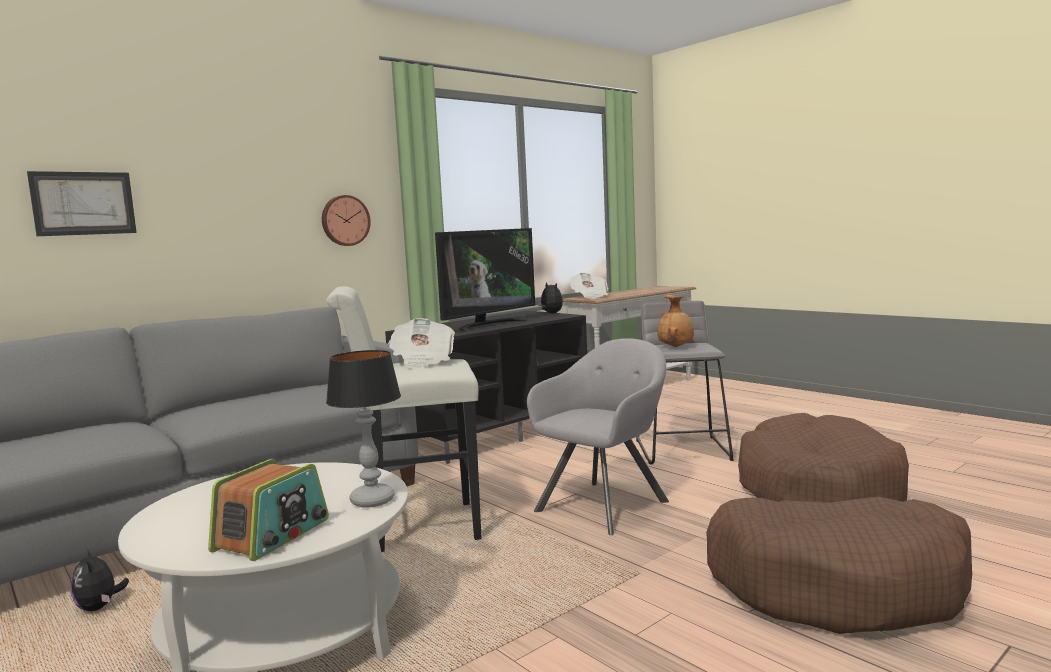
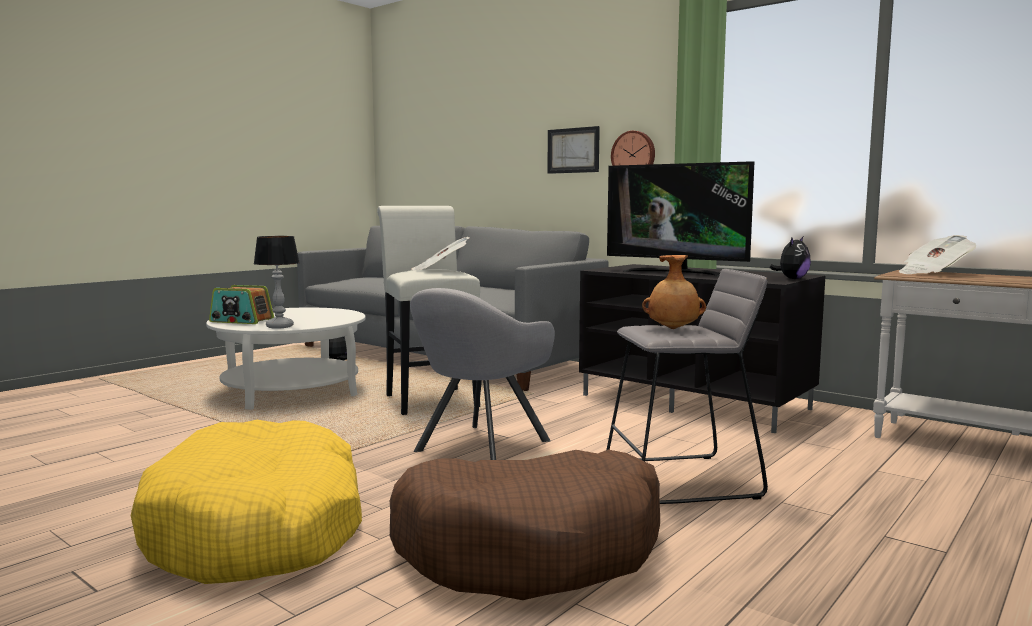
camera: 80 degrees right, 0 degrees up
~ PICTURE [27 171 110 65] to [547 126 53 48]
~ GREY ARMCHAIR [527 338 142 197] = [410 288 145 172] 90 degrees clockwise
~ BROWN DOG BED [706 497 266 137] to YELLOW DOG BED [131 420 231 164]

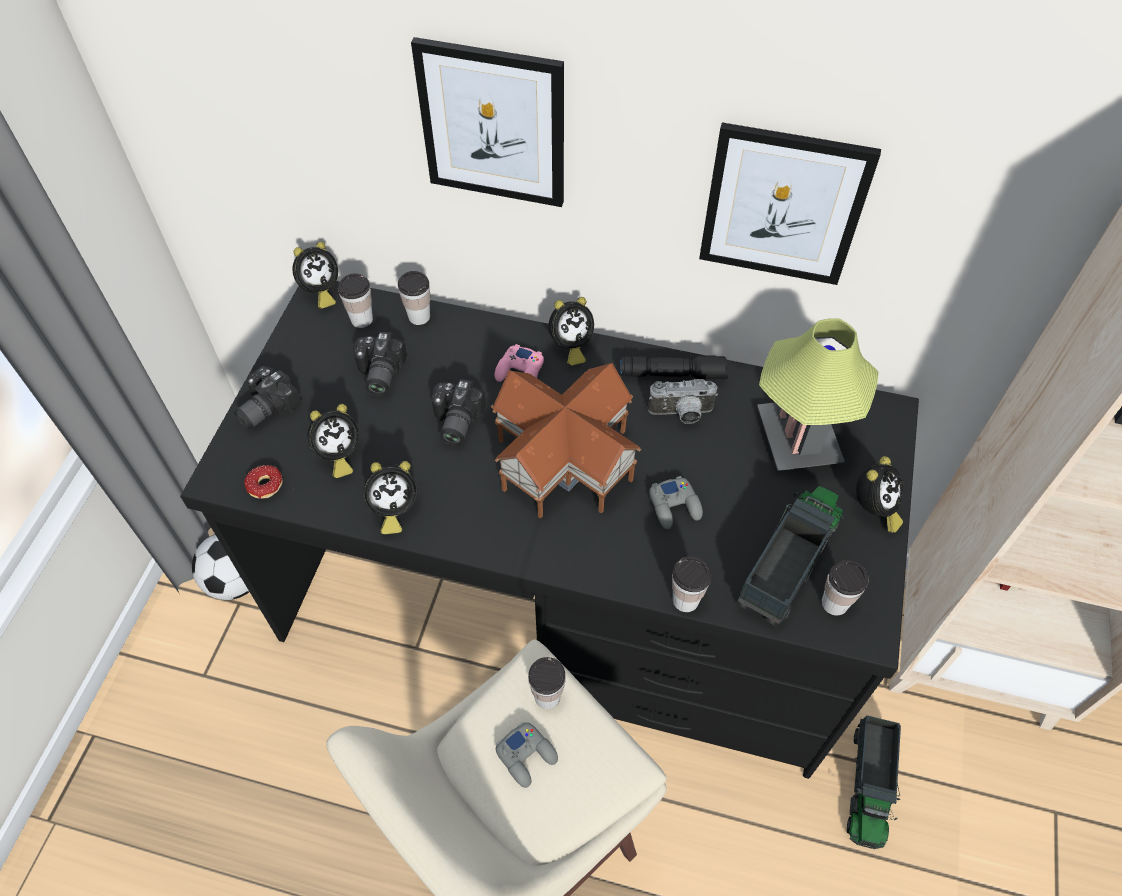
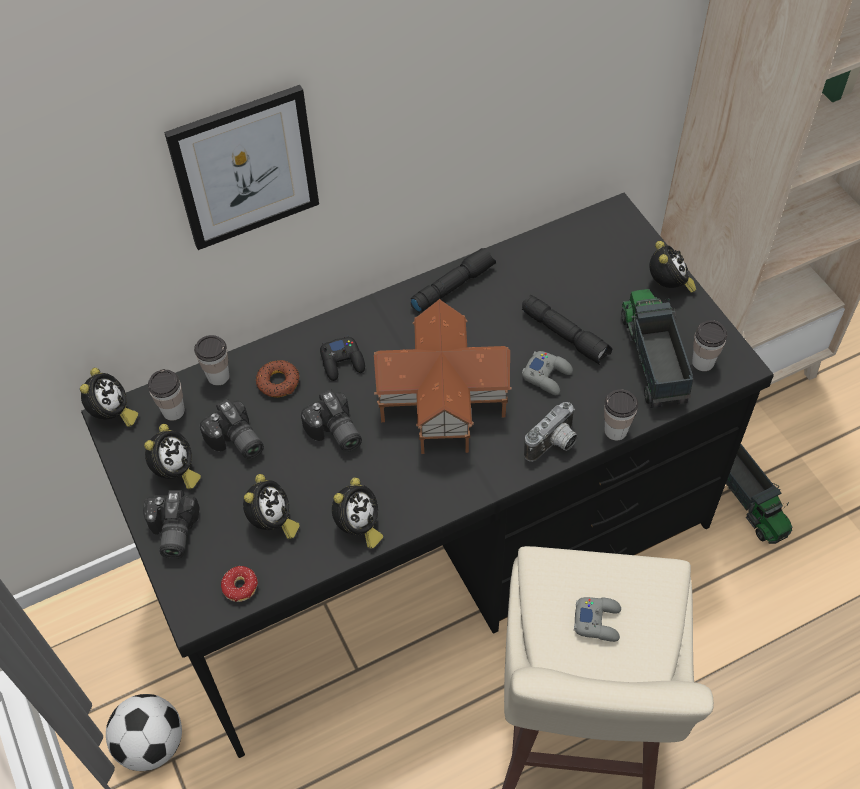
camera: 40 degrees left, 0 degrees up
~ PINK GAME CONTROLLER [495 344 49 38] to BLACK GAME CONTROLLER [320 336 45 45]
- CUP [528 657 38 52]
~ ALARM CLOCK [549 297 45 69] to [144 424 57 65]
~ PHOTO CAMERA [648 379 70 45] to [524 402 54 60]
- PICTURE [699 122 182 163]
- TABLE LAMP [757 318 121 153]
+ DONUT [256 360 43 37]
+ BLACK FLASHLIGHT [522 295 90 70]

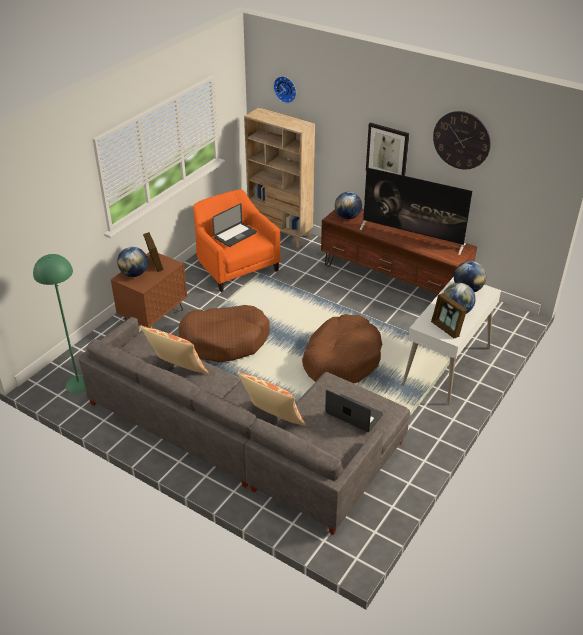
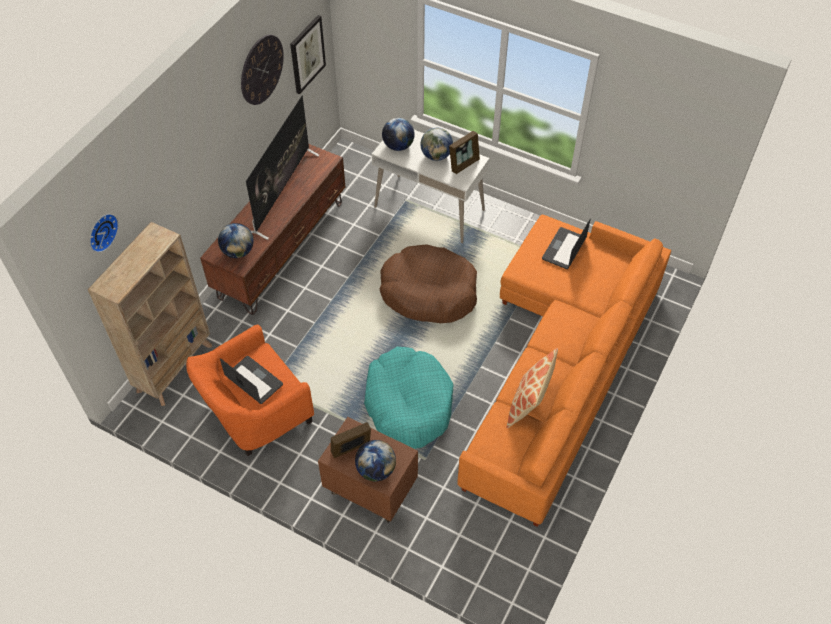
camera: 95 degrees left, 15 degrees up
- GREEN FLOOR LAMP [33 254 53 140]
~ GREY SOFA [78 317 332 218] to ORANGE SOFA [457 214 214 313]
~ BROWN DOG BED [178 305 92 57] to TURQUOISE DOG BED [364 347 89 102]
- PILLOW [236 372 70 54]
~ PICTURE [366 122 44 54] to [290 15 36 79]

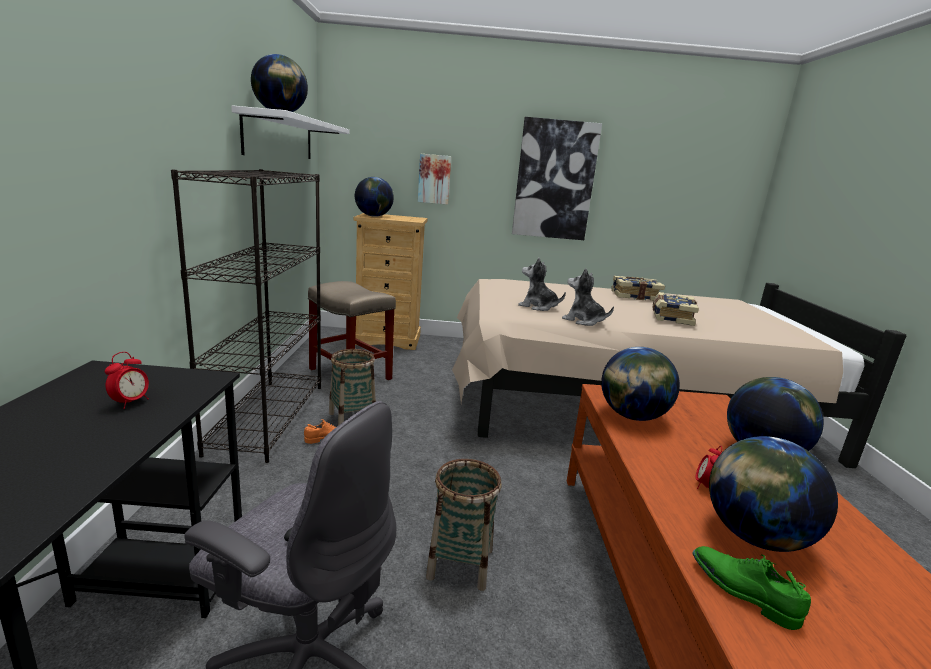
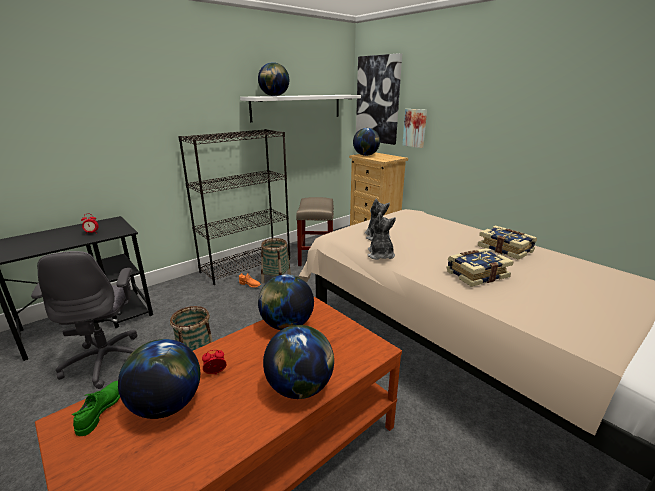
camera: 50 degrees right, 5 degrees up
~ PICTURE [512 117 90 123] to [356 53 46 92]

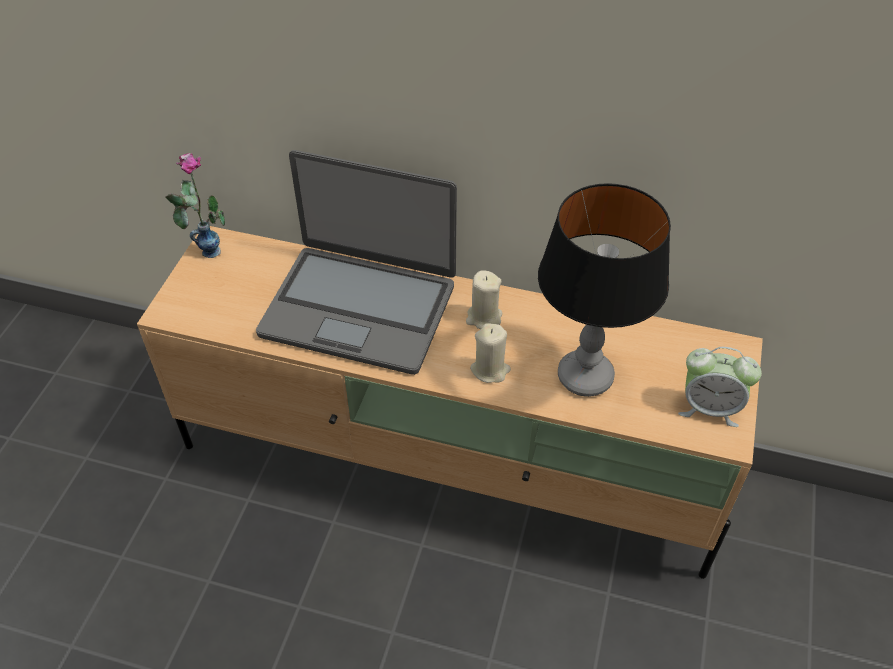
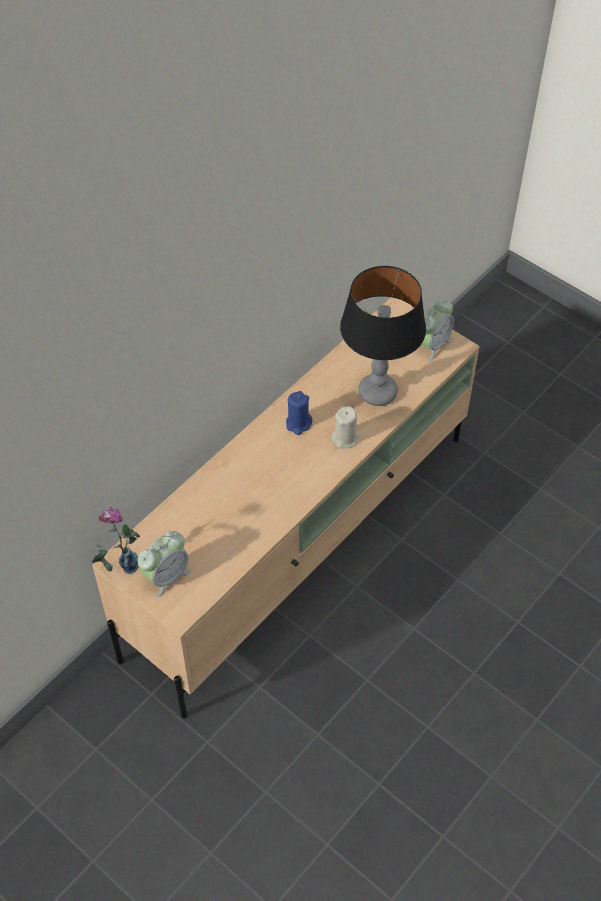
camera: 65 degrees left, 5 degrees up
- LAPTOP [256 150 201 225]
~ BEIGE CANDLE [466 270 36 60] to BLUE CANDLE [286 391 26 44]
+ ALARM CLOCK [137 531 54 66]

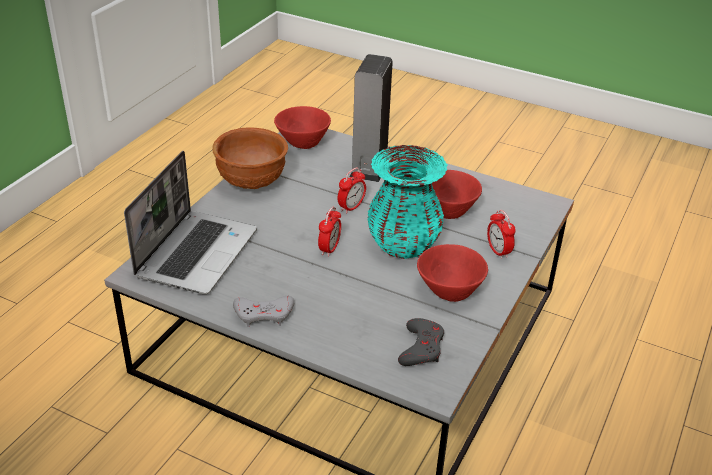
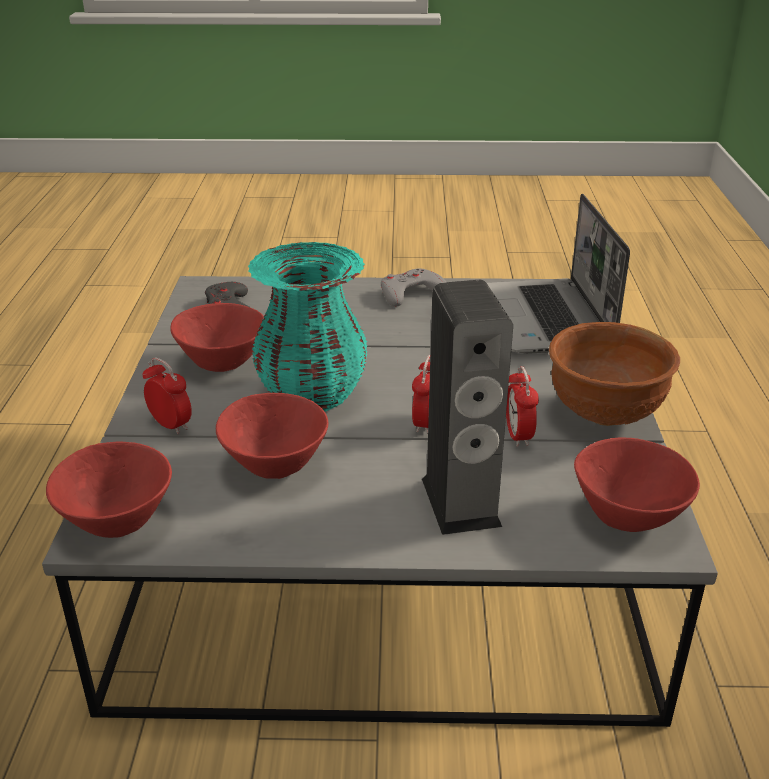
camera: 155 degrees right, 5 degrees down
~ ALARM CLOCK [318 207 23 50] to [506 366 33 81]
+ RED BOWL [46 442 126 96]

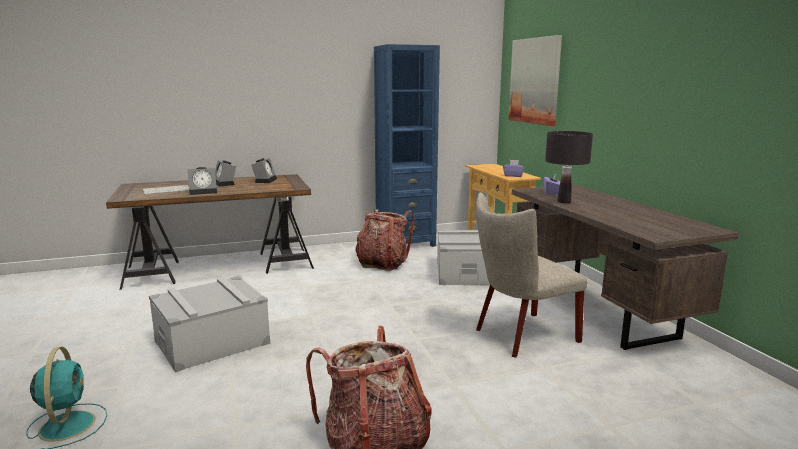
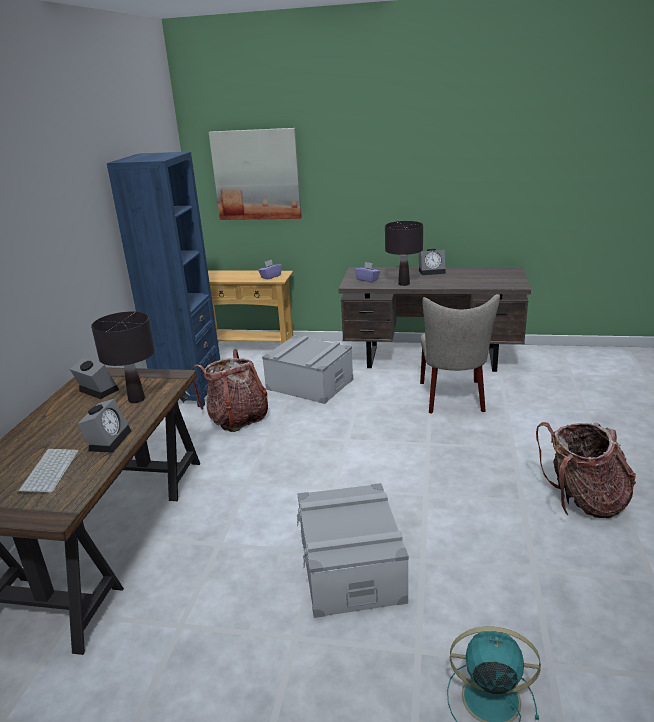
camera: 60 degrees left, 10 degrees up
~ ALARM CLOCK [215 160 21 27] to [418 249 28 26]
+ BLACK TABLE LAMP [91 312 64 91]

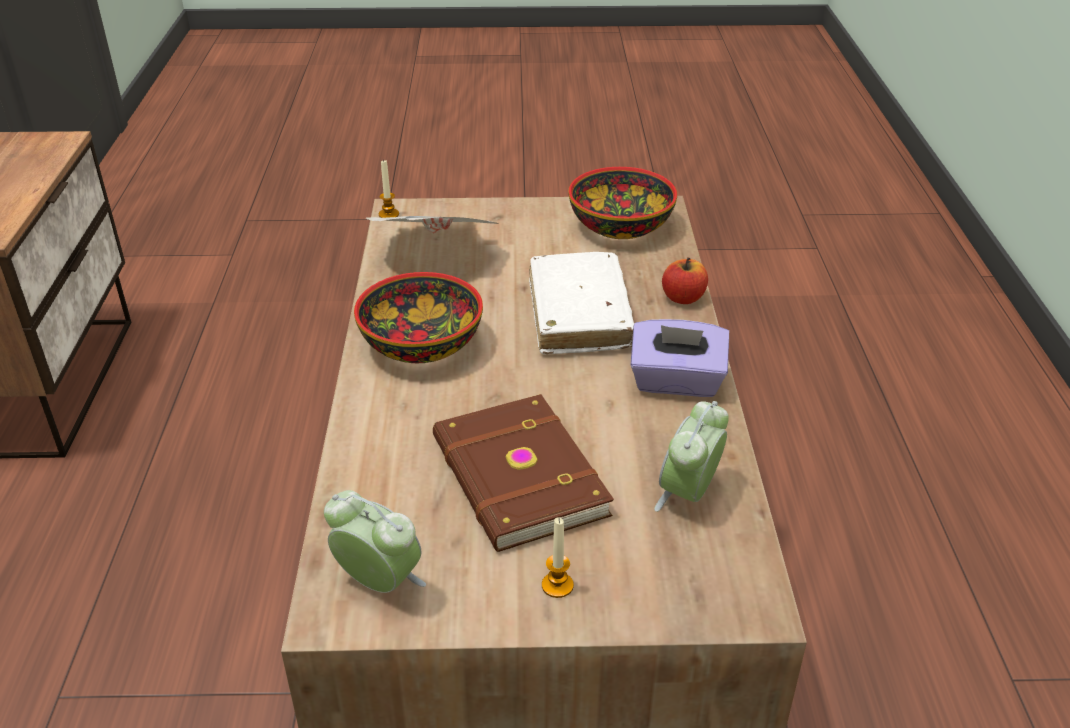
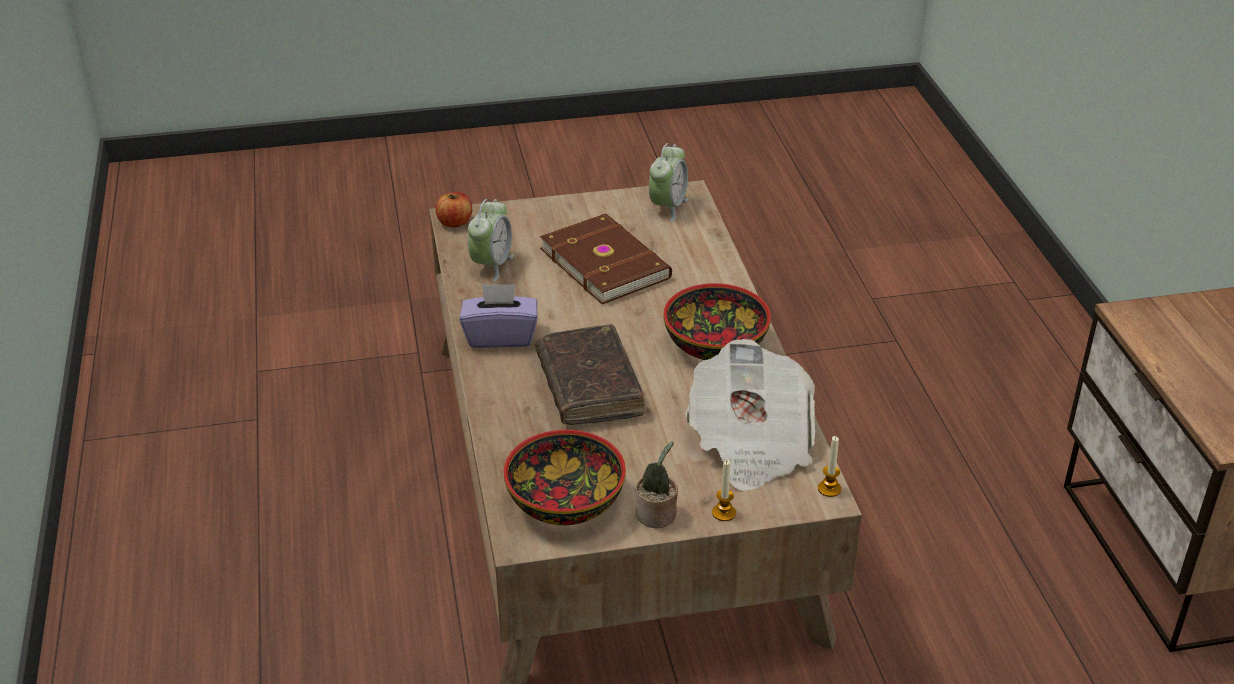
camera: 170 degrees right, 0 degrees up
~ ALARM CLOCK [324 490 102 103] = [649 143 39 79] 90 degrees counterclockwise
~ WHITE BOOK [529 252 105 103] to BROWN BOOK [535 324 110 101]
~ CANDLE [542 517 32 81] to [712 460 24 61]
~ APPLE [662 257 46 47] to [436 192 36 36]
+ POTTED PLANT [636 441 42 87]

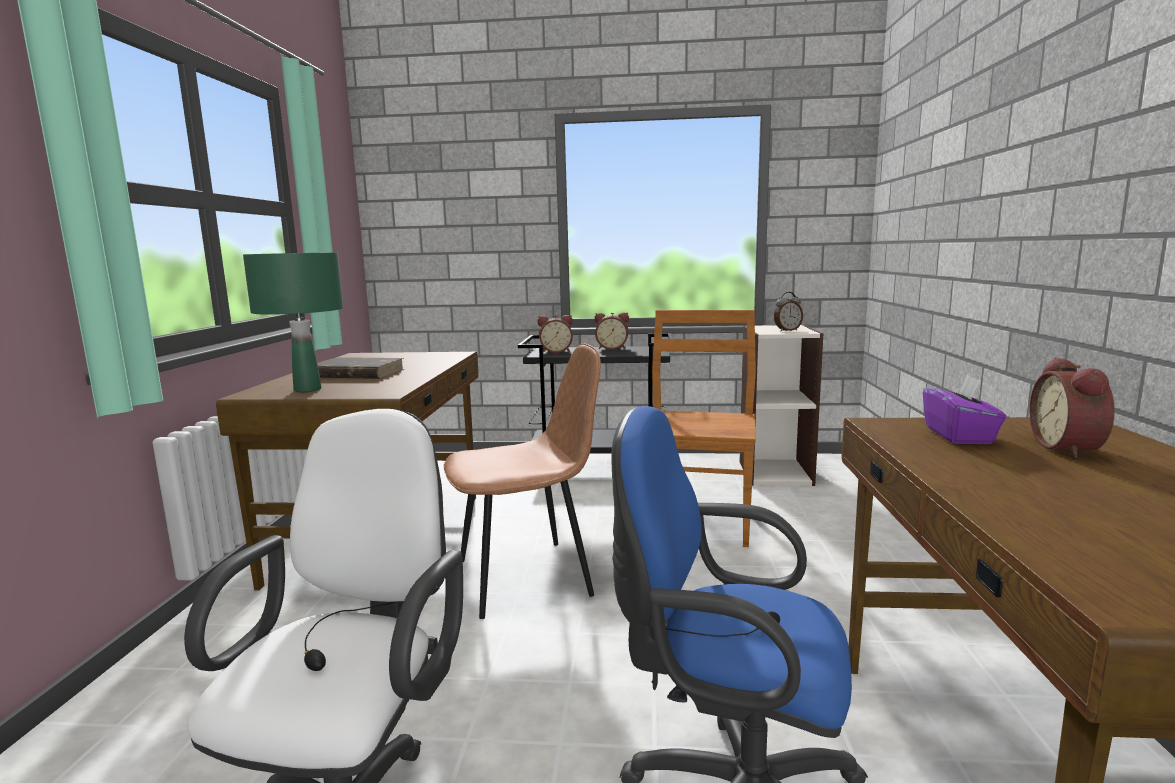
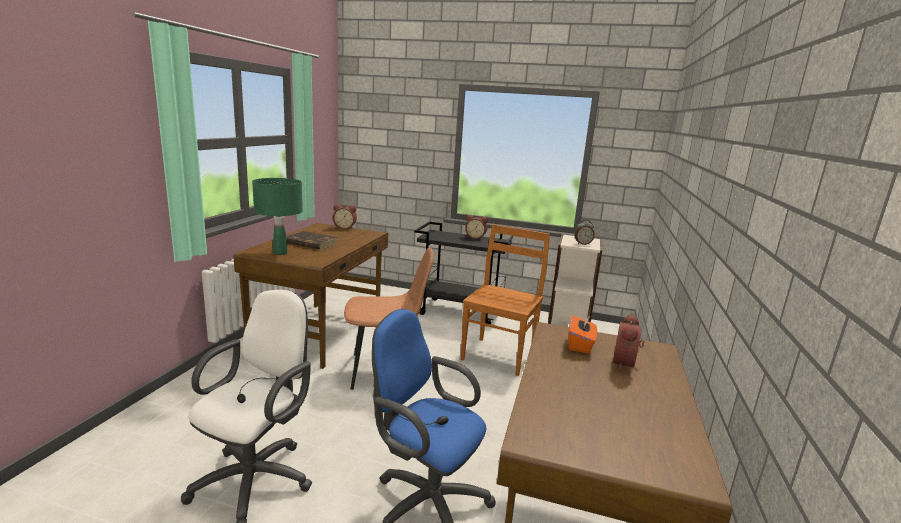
camera: 10 degrees right, 5 degrees up
~ ALARM CLOCK [538 315 35 38] to [333 204 24 25]
~ PURPLE TISSUE BOX [923 375 83 69] to ORANGE TISSUE BOX [568 315 29 39]

